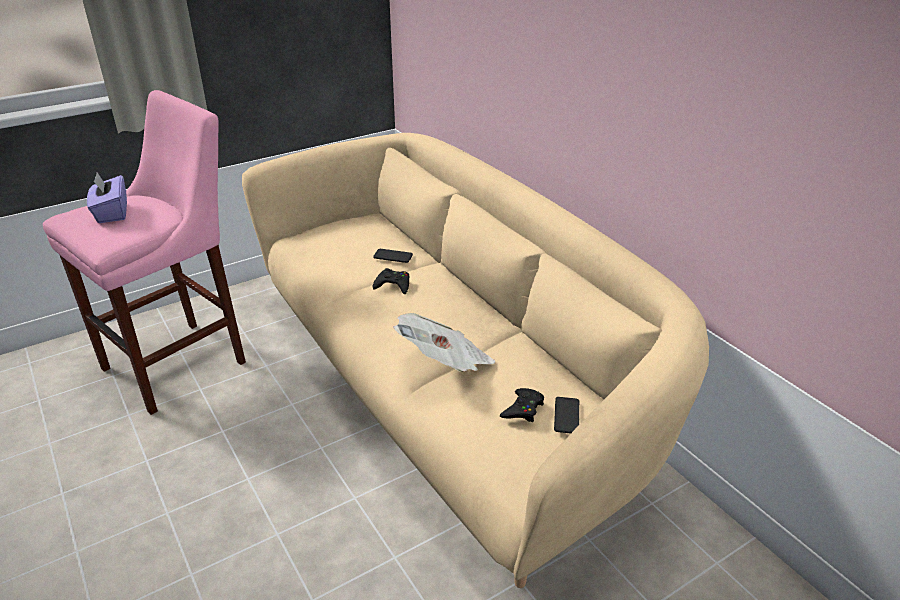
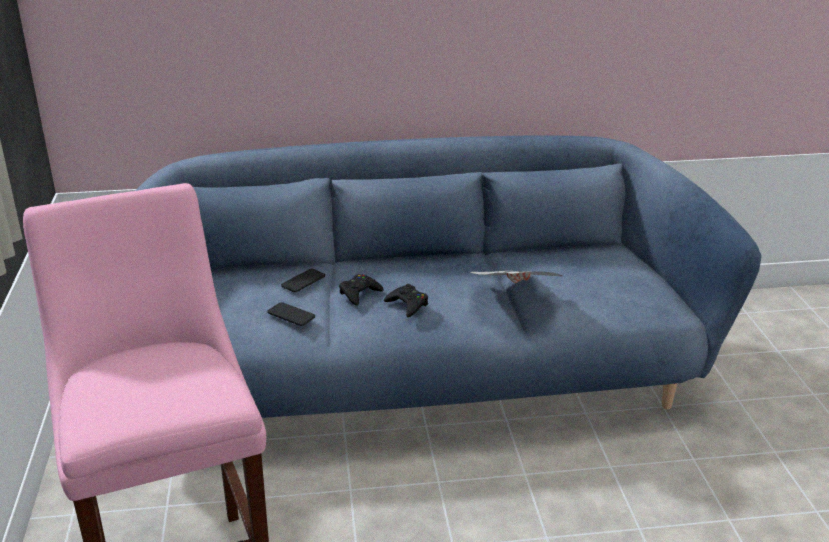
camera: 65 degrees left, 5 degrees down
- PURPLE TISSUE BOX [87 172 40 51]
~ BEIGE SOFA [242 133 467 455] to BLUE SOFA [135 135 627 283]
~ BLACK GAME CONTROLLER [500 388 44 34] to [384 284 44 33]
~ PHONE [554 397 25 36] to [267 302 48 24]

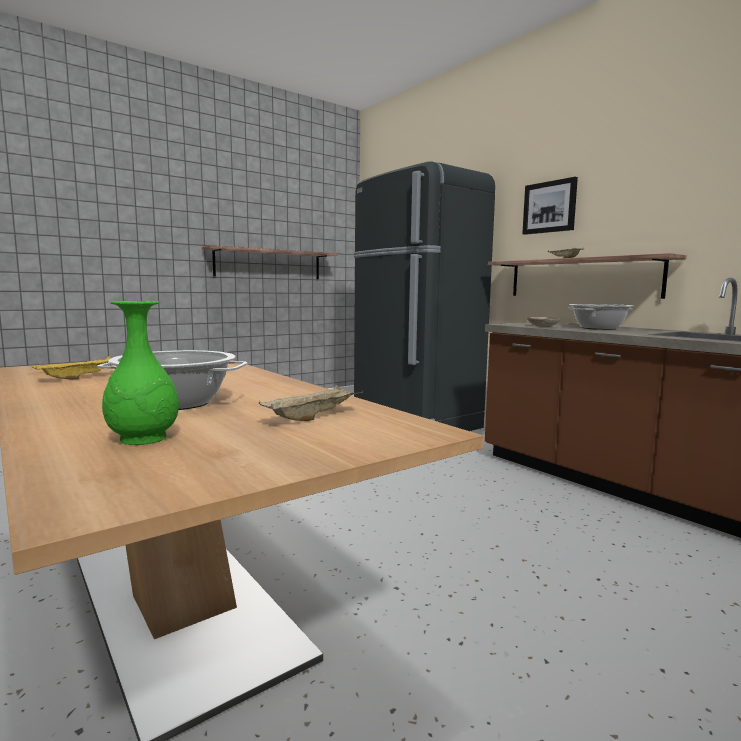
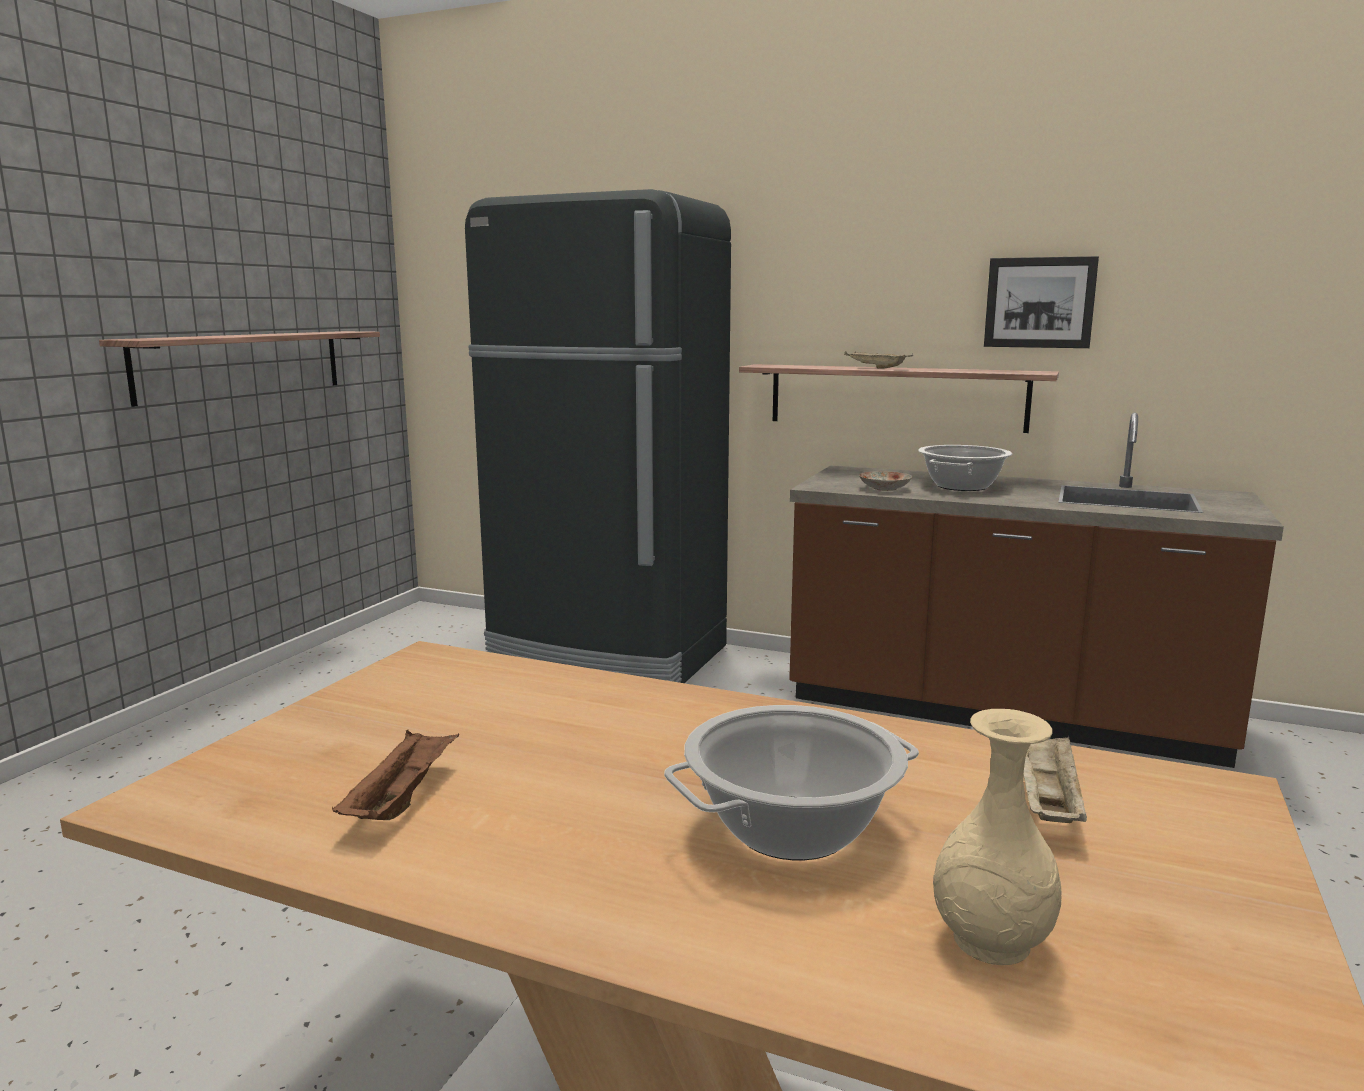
camera: 30 degrees left, 5 degrees up
~ YELLOW TRAY [32 356 79 23] to BROWN TRAY [332 730 127 90]
~ GREEN VASE [102 301 77 144] to BEIGE VASE [933 709 129 256]
~ PICTURE [522 177 56 58] to [984 256 115 92]

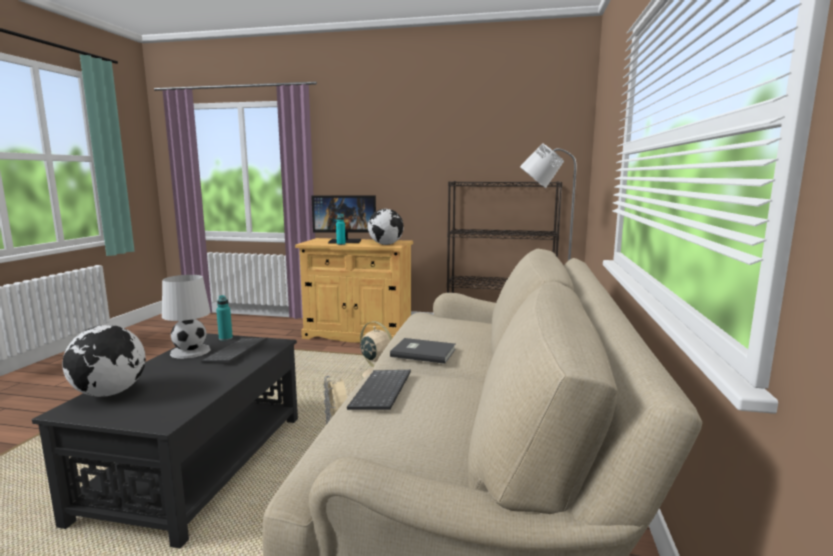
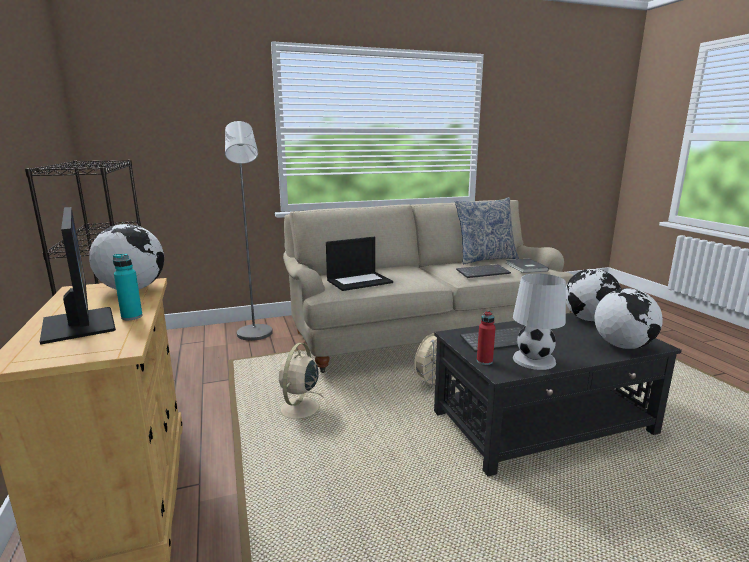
camera: 120 degrees left, 5 degrees up
~ TURQUOISE BOTTLE [216 295 17 46] to RED BOTTLE [477 311 19 54]
~ GREY BOOK [390 338 66 26] to [506 259 43 14]
+ LAPTOP [326 237 67 54]
+ PILLOW [455 197 64 67]
+ GLOBE [566 269 55 52]

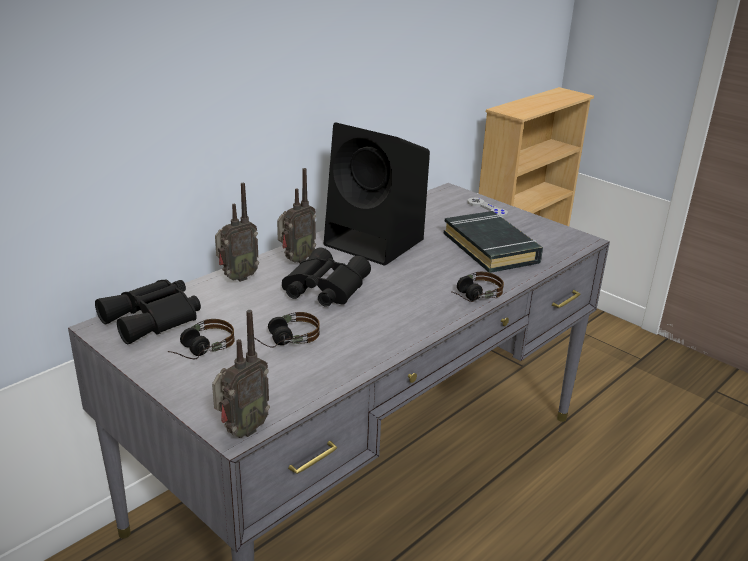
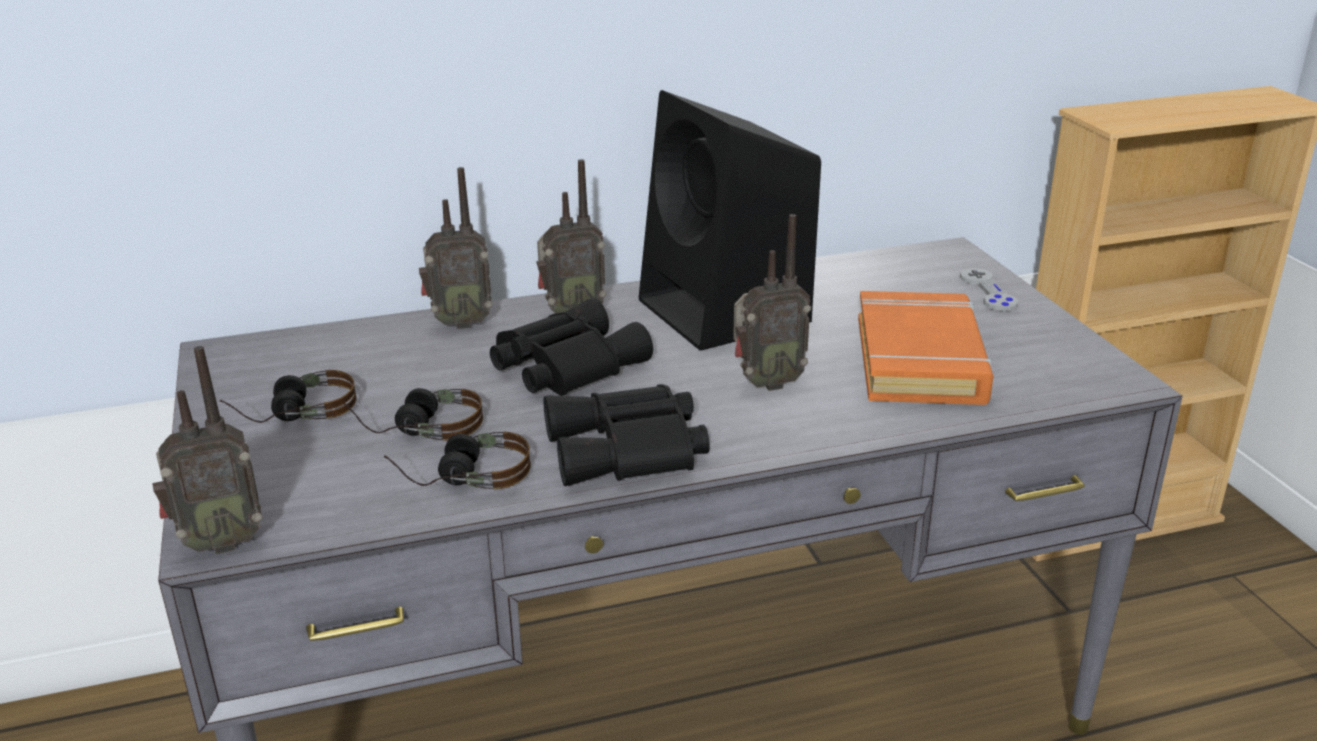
camera: 30 degrees right, 0 degrees up
~ BLACK BINOCULARS [95 280 106 64] to [544 384 166 102]
~ BLACK BOOK [443 211 100 62] to ORANGE BOOK [858 291 135 114]
~ HEADPHONES [451 272 53 30] to [384 432 147 57]
+ RADIO [733 214 78 177]

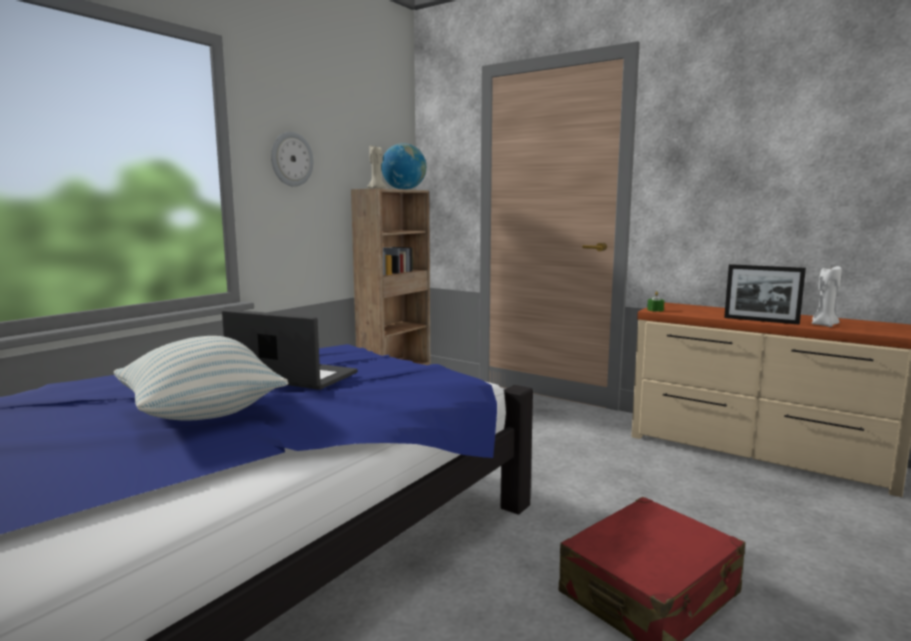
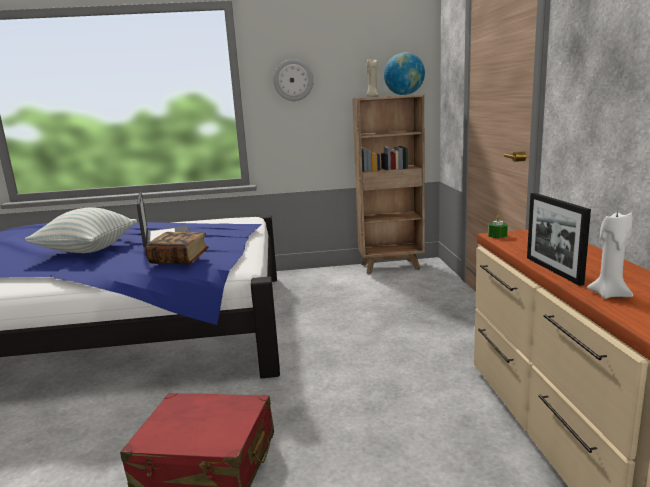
camera: 50 degrees right, 5 degrees up
+ BOOK [145 232 64 32]

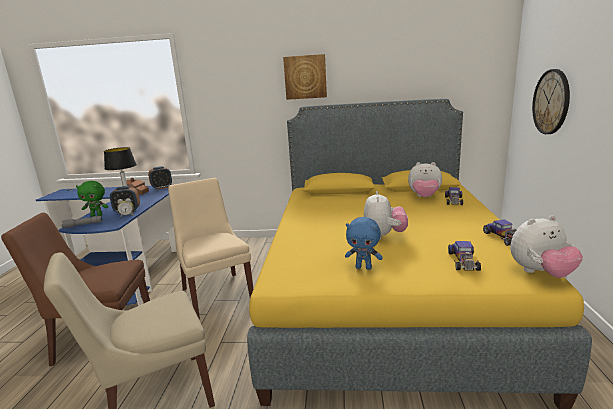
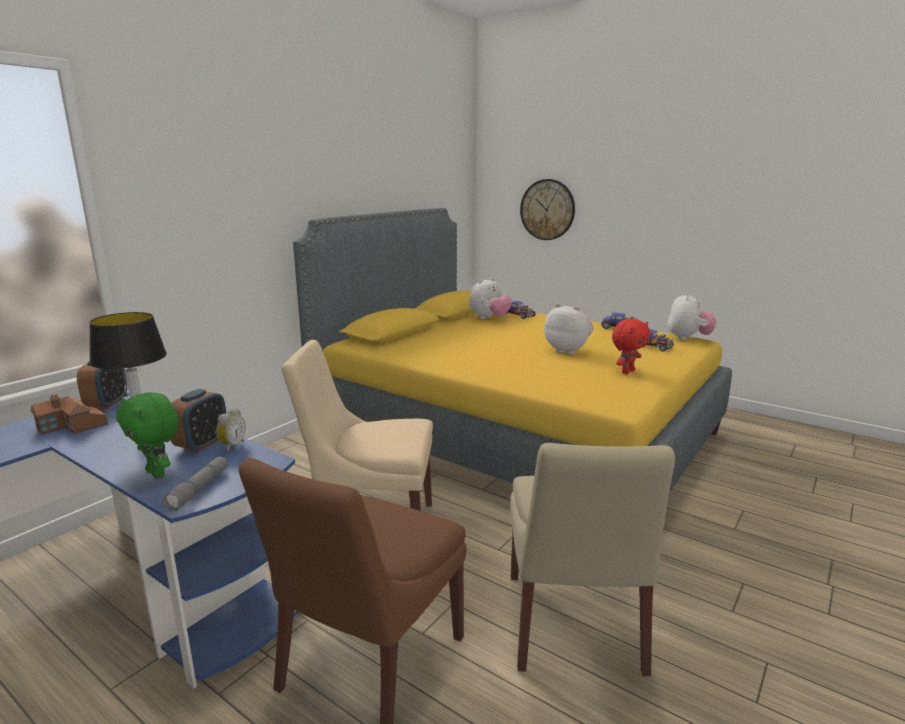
camera: 60 degrees left, 0 degrees up
~ GREEN PLUSH TOY [76 181 32 36] = [116 392 63 86] 105 degrees clockwise
- PICTURE [283 54 44 46]
~ BLUE PLUSH TOY [345 217 38 53] to RED PLUSH TOY [612 319 38 55]

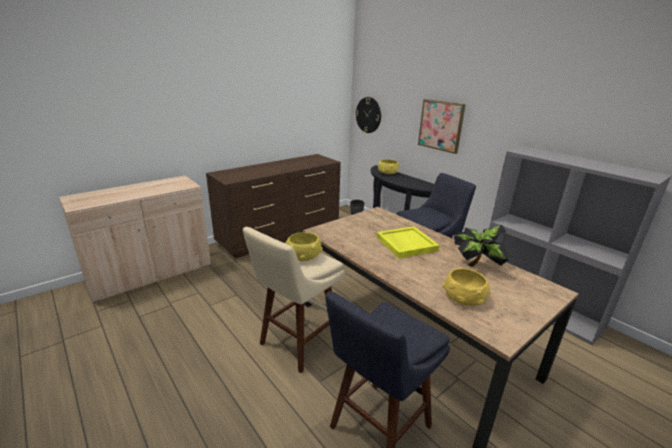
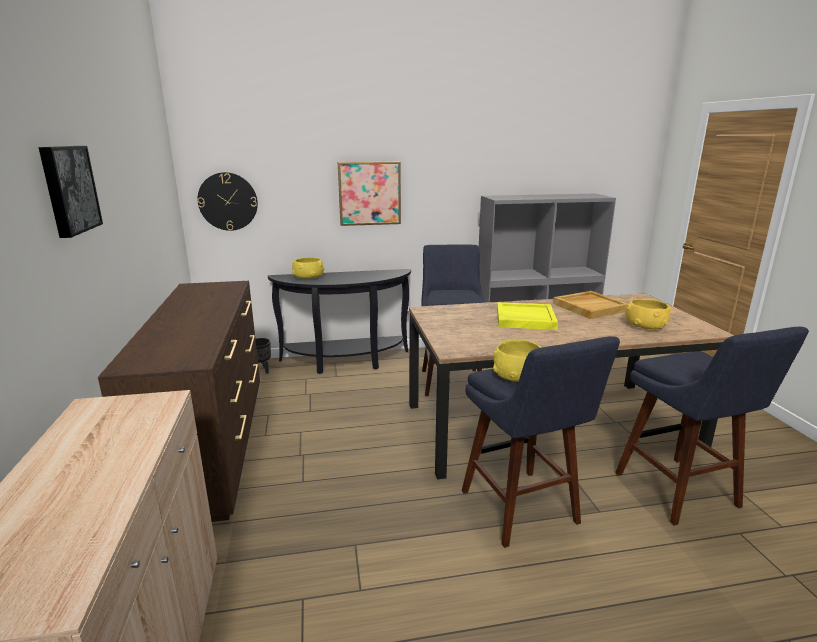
camera: 60 degrees left, 5 degrees down
~ BEIGE STOOL [243 227 102 146] to BLUE STOOL [462 336 158 212]
~ POTTED PLANT [454 225 57 42] to BEIGE TRAY [553 291 75 28]
+ PICTURE [39 146 64 92]

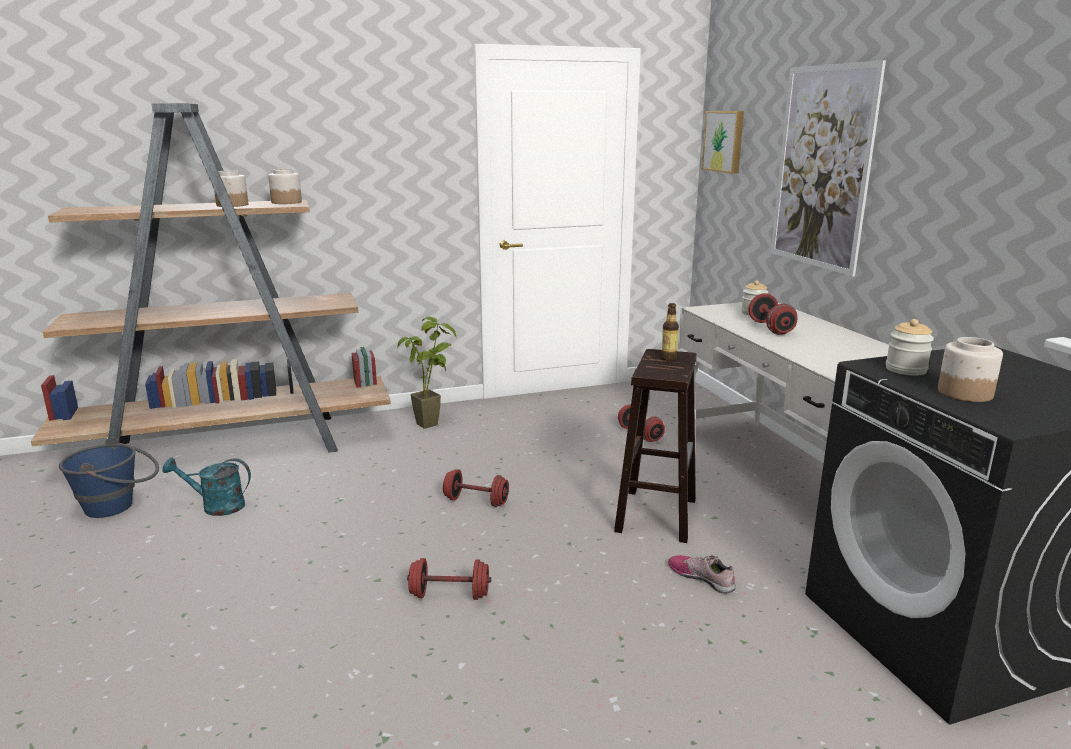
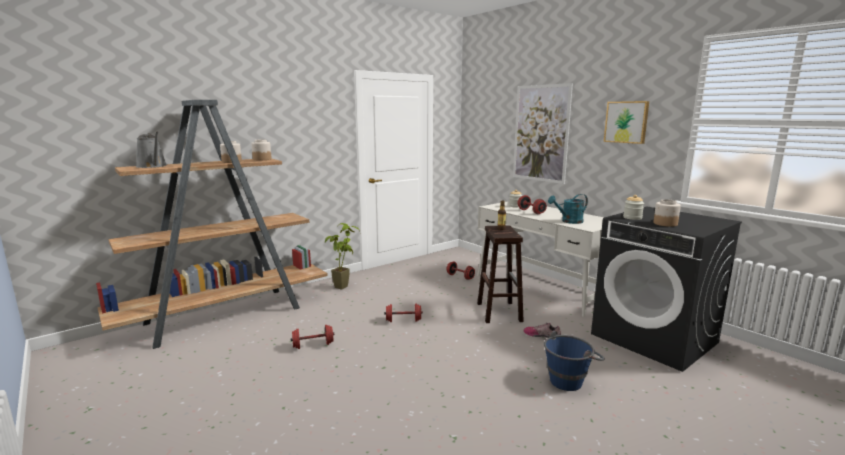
camera: 20 degrees left, 5 degrees down
~ BLUE BUCKET [59 437 100 81] to [544 331 61 60]
~ TURQUOISE WATERING CAN [162 457 89 59] to [548 194 40 30]
~ RED DUMBBELL [407 558 84 42] to [291 325 43 24]
~ PICTURE [702 111 42 63] to [604 101 45 43]
+ GREY WATERING CAN [136 131 31 37]

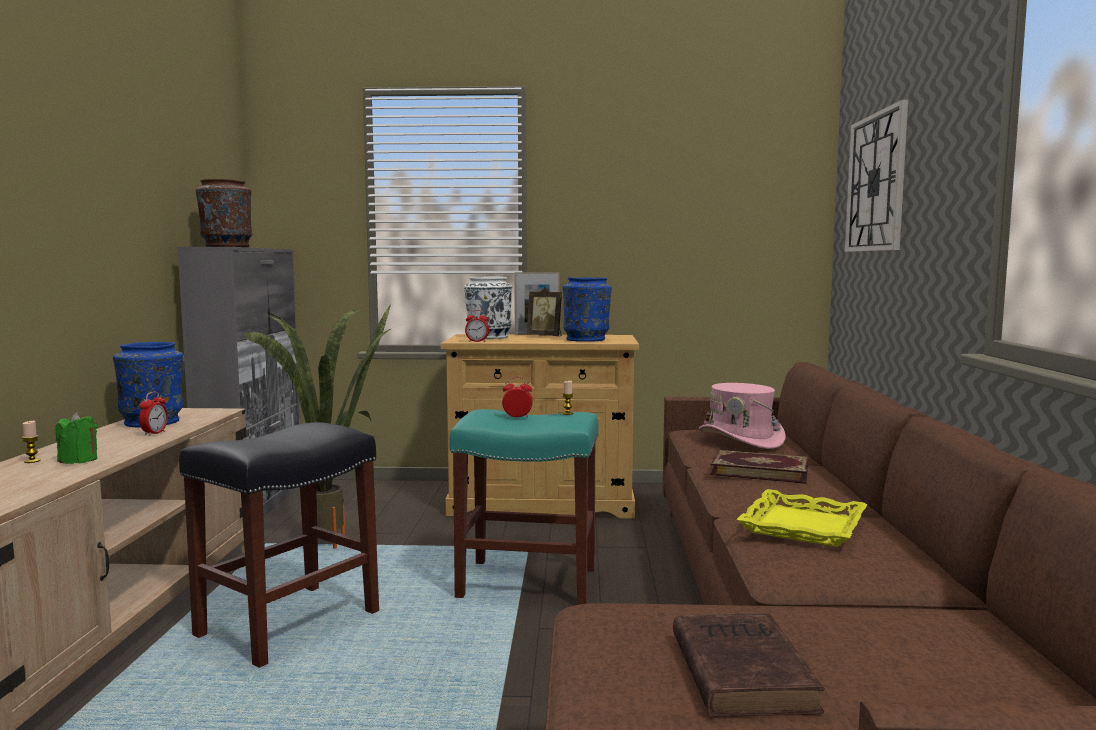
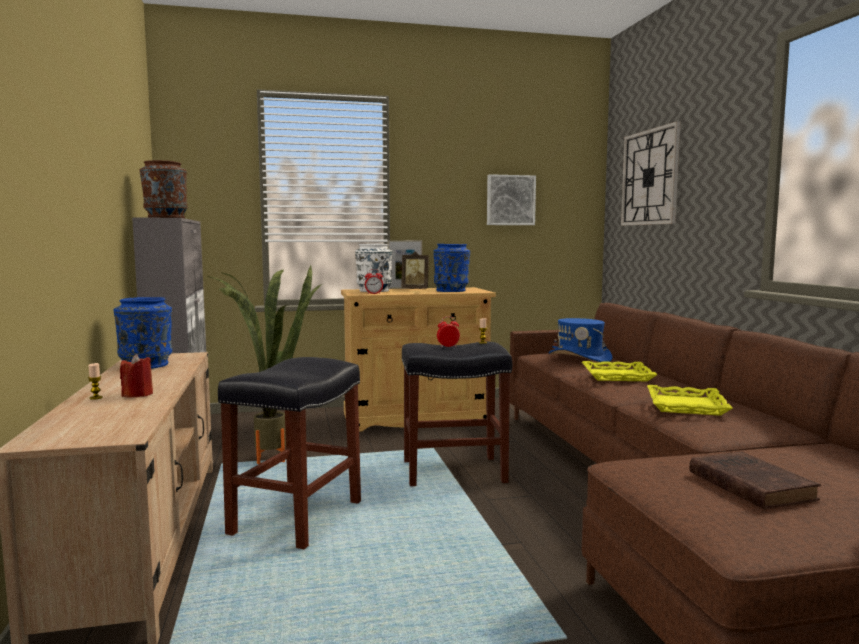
camera: 15 degrees left, 0 degrees up
~ GREEN CANDLE [55 412 42 52] to RED CANDLE [120 354 33 44]
- ALARM CLOCK [139 392 29 44]
~ TURQUOISE STOOL [450 409 149 196] to BLACK STOOL [402 342 110 144]
~ PINK HAT [699 383 86 66] to BLUE HAT [549 318 63 44]
~ BOOK [710 450 98 34] to YELLOW TRAY [582 361 76 20]
+ PICTURE [487 174 49 51]

